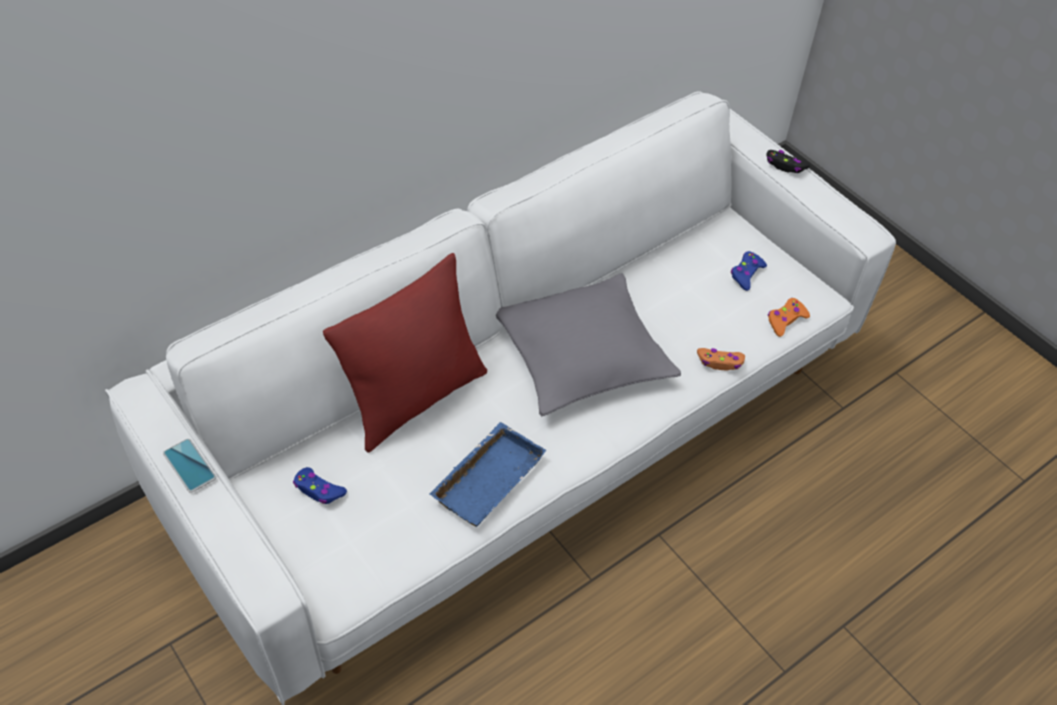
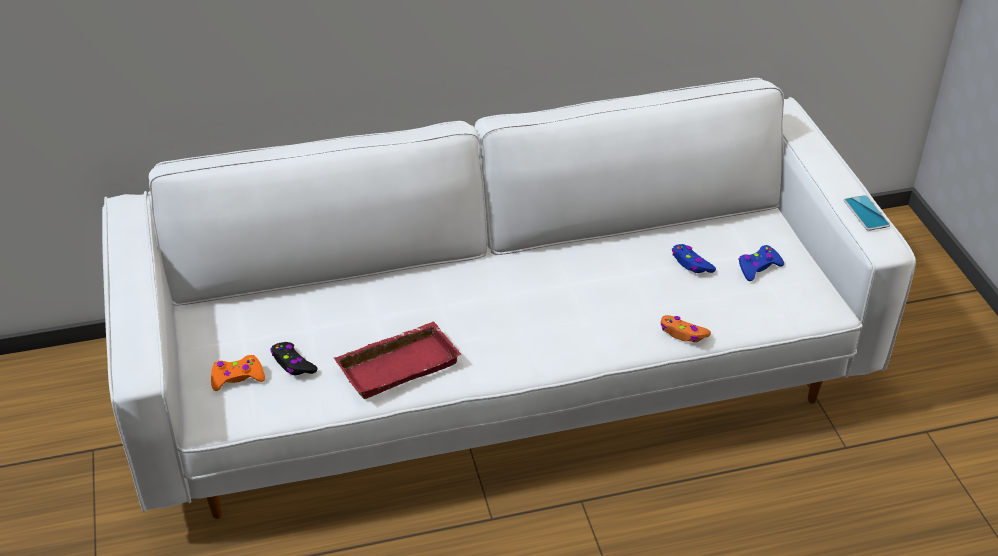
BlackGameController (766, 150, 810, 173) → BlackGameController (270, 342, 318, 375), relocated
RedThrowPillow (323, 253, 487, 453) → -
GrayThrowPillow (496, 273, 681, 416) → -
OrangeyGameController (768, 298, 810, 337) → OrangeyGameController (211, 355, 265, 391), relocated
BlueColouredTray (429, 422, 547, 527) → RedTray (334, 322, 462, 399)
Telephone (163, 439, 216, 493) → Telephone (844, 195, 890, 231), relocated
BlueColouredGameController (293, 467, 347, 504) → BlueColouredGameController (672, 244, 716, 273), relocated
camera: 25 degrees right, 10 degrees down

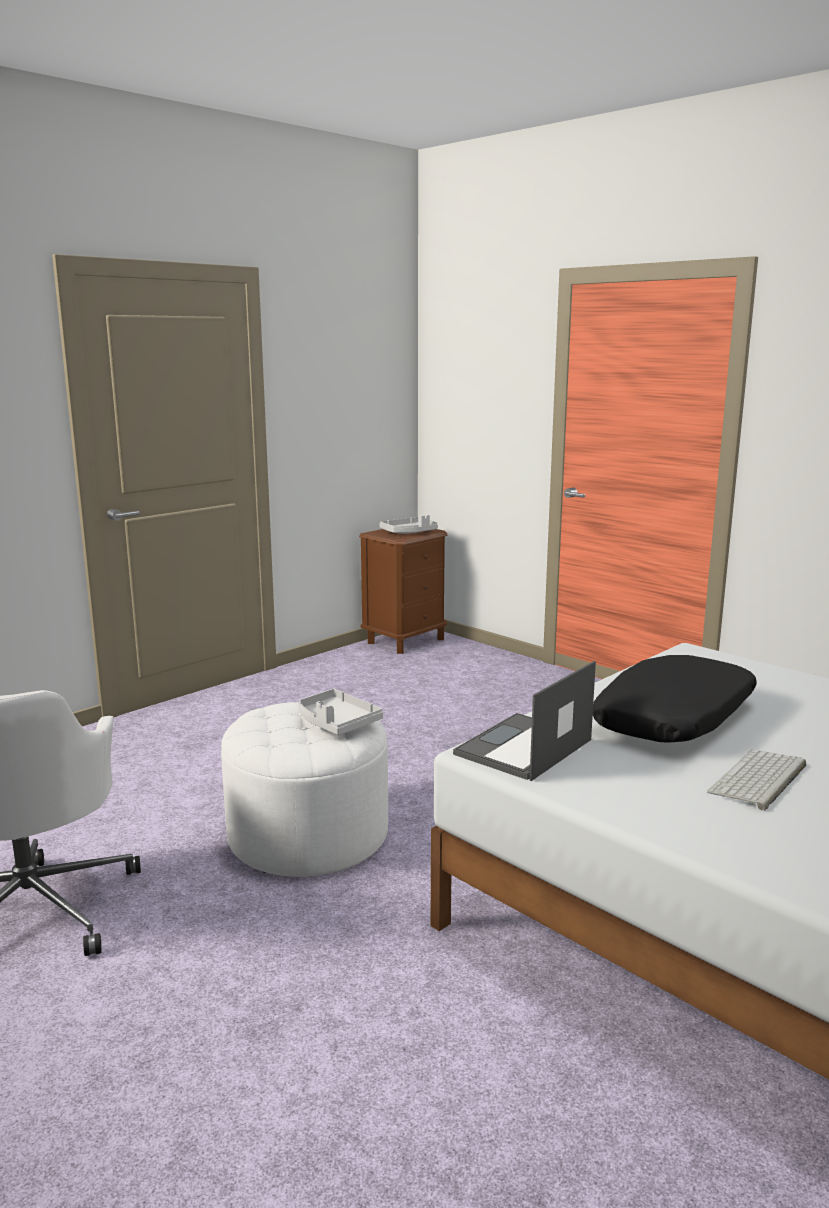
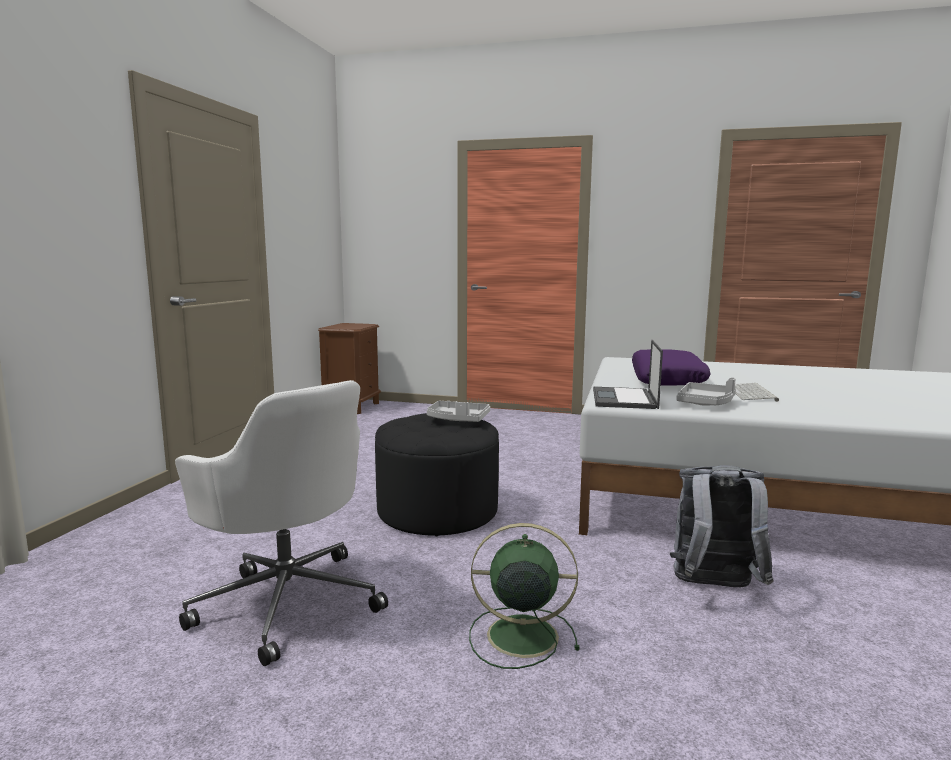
GrayTray (379, 515, 438, 534) → GrayTray (677, 378, 736, 406), relocated
BlackThrowPillow (593, 655, 757, 743) → PurplishThrowPillow (632, 349, 711, 386)
WhiteOttoman (221, 702, 388, 877) → BlackOttoman (375, 413, 499, 536)
- → GrayBackpack (670, 465, 774, 587)
- → GreenishFan (469, 523, 580, 669)
camera: 30 degrees left, 5 degrees down

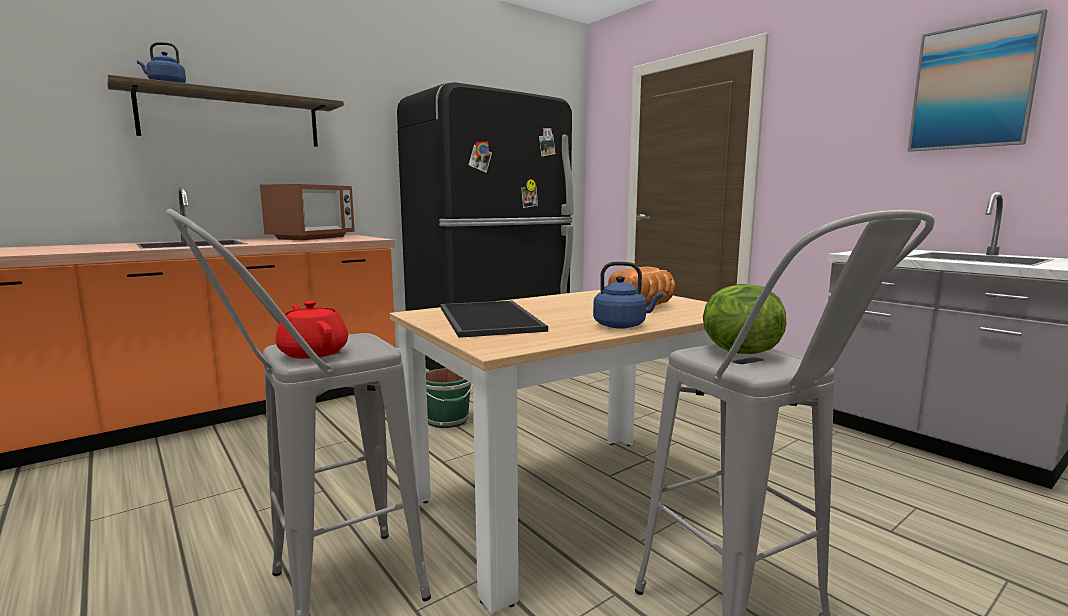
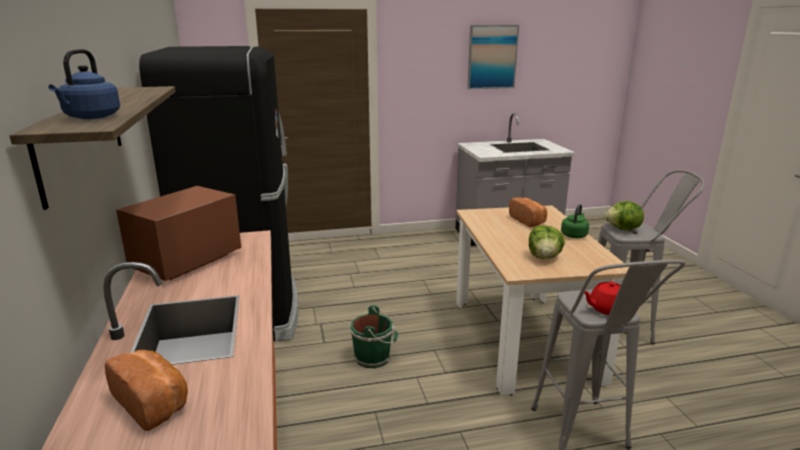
MicrowaveOven (260, 184, 355, 240) → MicrowaveOven (116, 186, 241, 281), 105 degrees counterclockwise
BlueColouredKettle (593, 262, 663, 329) → GreenishKettle (561, 204, 589, 238)
Tray (441, 300, 548, 338) → Lettuce (529, 225, 565, 259)
- → BakedBread (105, 350, 188, 431)
camera: 65 degrees left, 10 degrees up

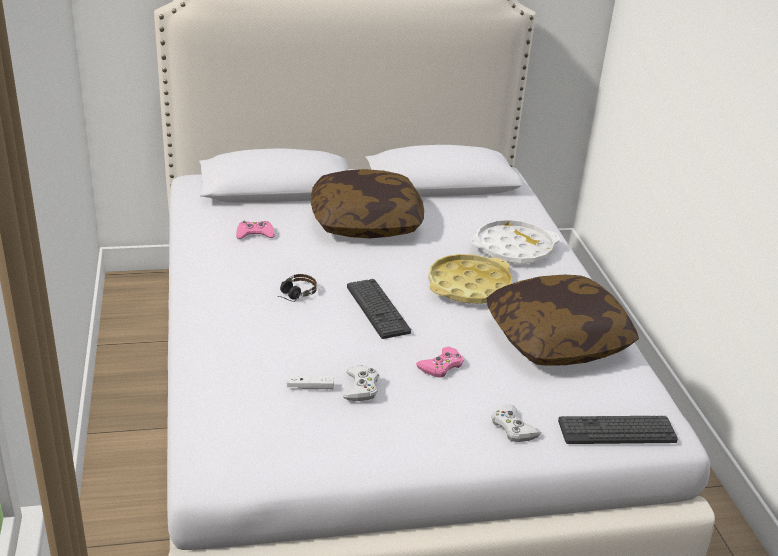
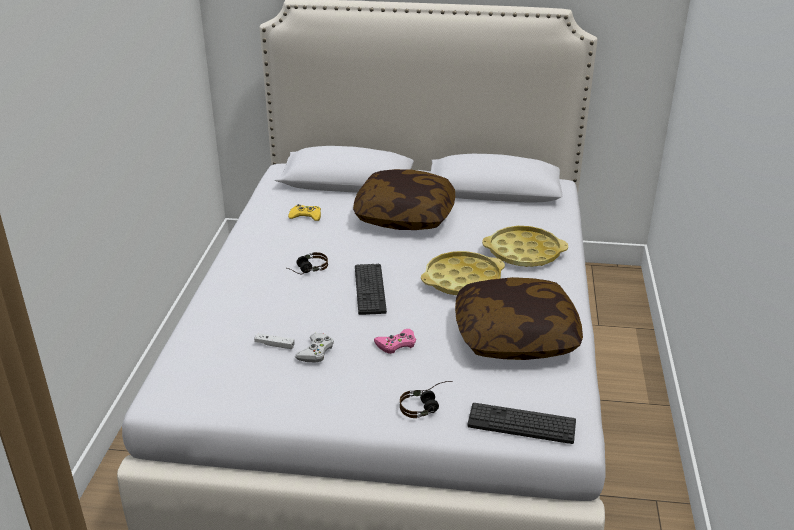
WhiteTray (470, 220, 560, 264) → YellowColouredTray (482, 226, 568, 267)
PinkGameController (236, 221, 275, 239) → YellowColouredGameController (288, 204, 321, 221)
WhiteGameController (491, 404, 541, 442) → PairOfHeadphones (400, 381, 453, 418)
camera: 20 degrees right, 0 degrees up

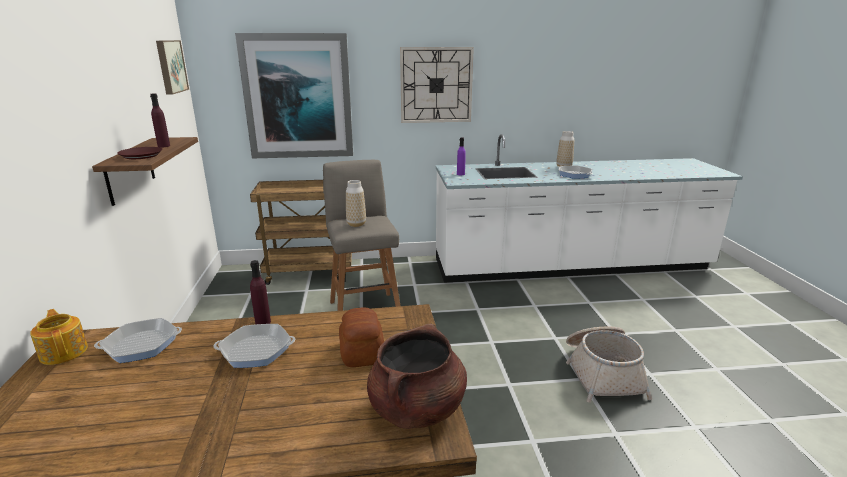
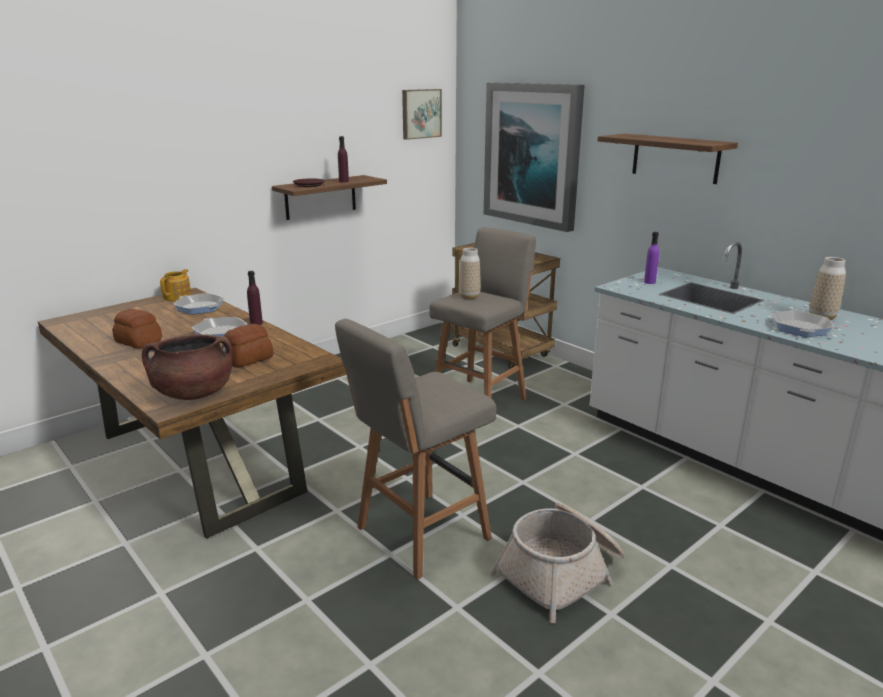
ClockOnTheWall (400, 47, 474, 123) → Shelf (598, 134, 738, 184)
- → BakedBread (112, 309, 162, 349)
- → GrayStoolSeat (335, 319, 496, 580)
camera: 55 degrees right, 0 degrees up

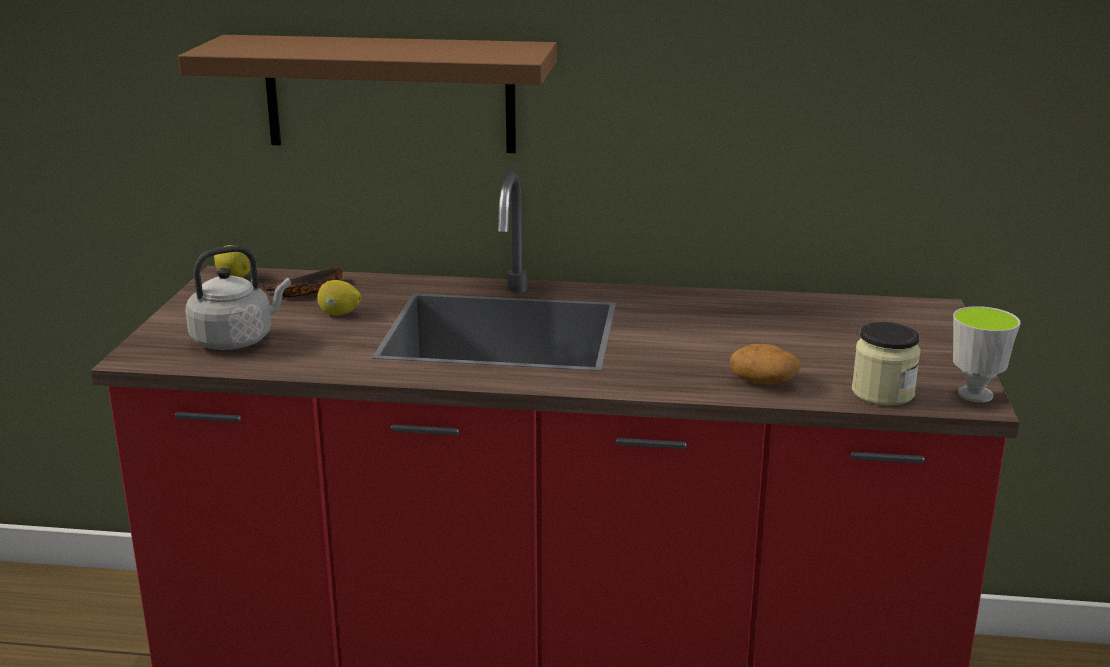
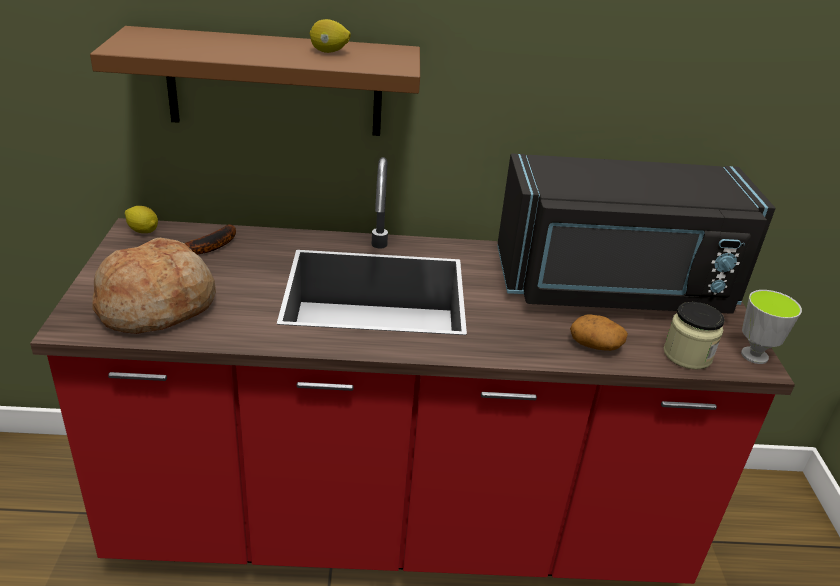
GrayKettle (185, 245, 291, 350) → BakedBread (92, 238, 216, 334)
CitrusFruit (317, 280, 361, 316) → CitrusFruit (310, 19, 351, 53), relocated
- → BlackMicrowaveOven (497, 154, 775, 314)
camera: 10 degrees left, 10 degrees up

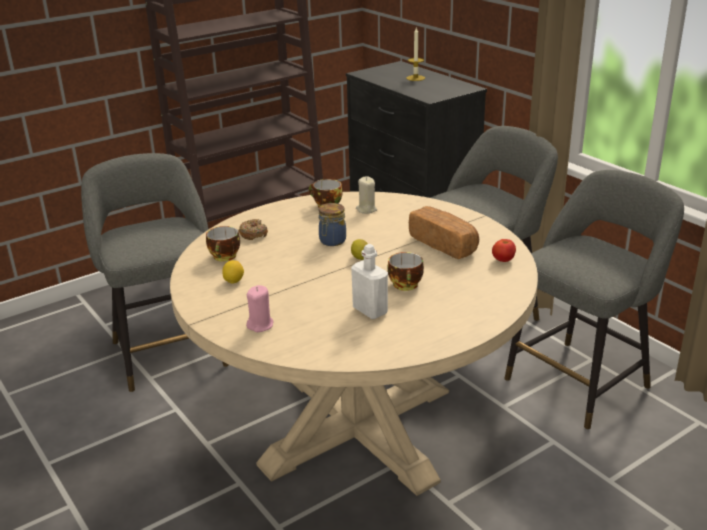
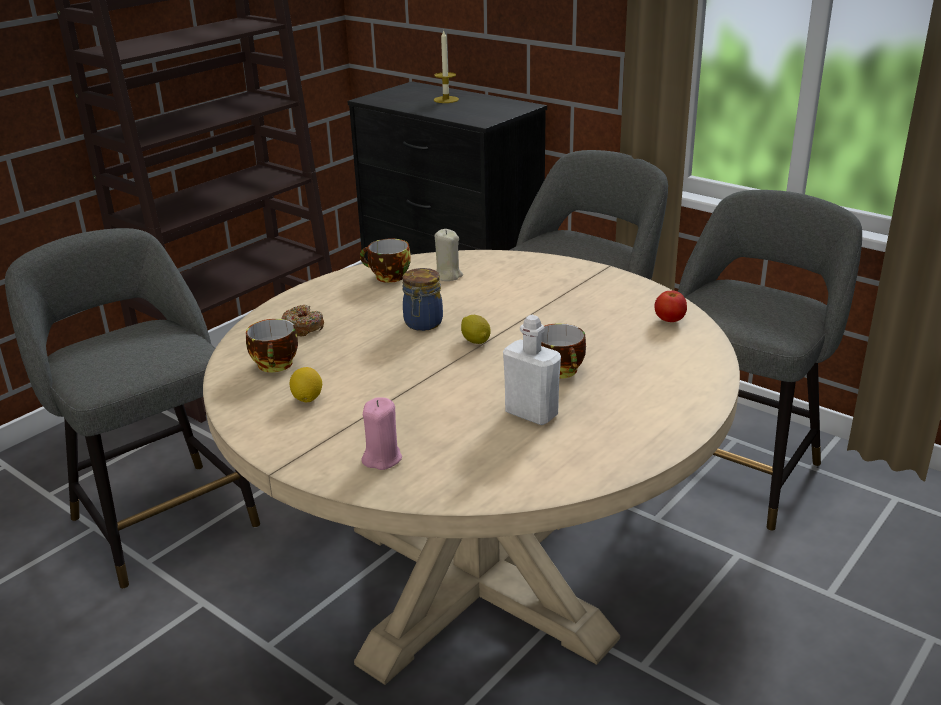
BakedBread (409, 206, 479, 259) → -
camera: 15 degrees left, 0 degrees up

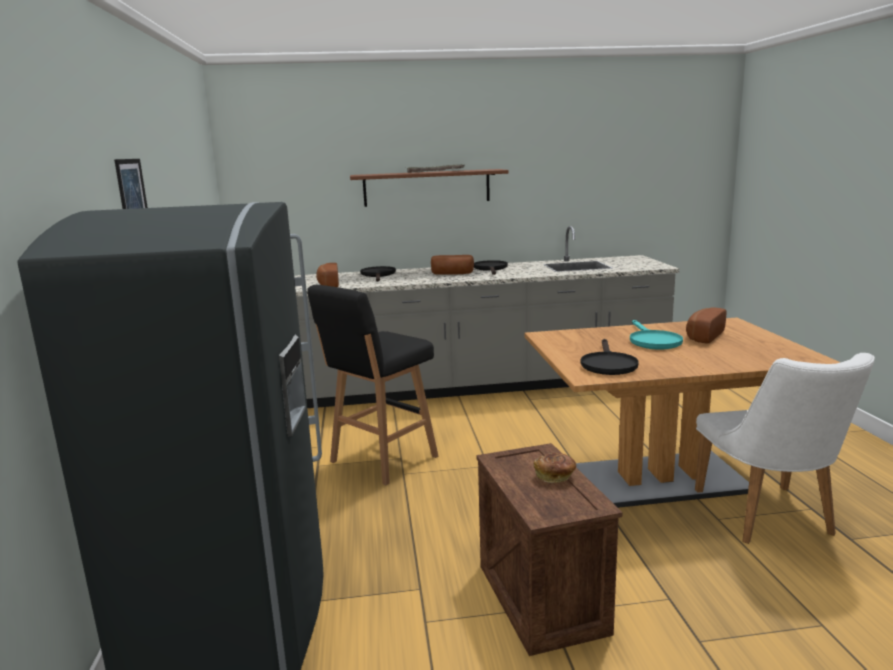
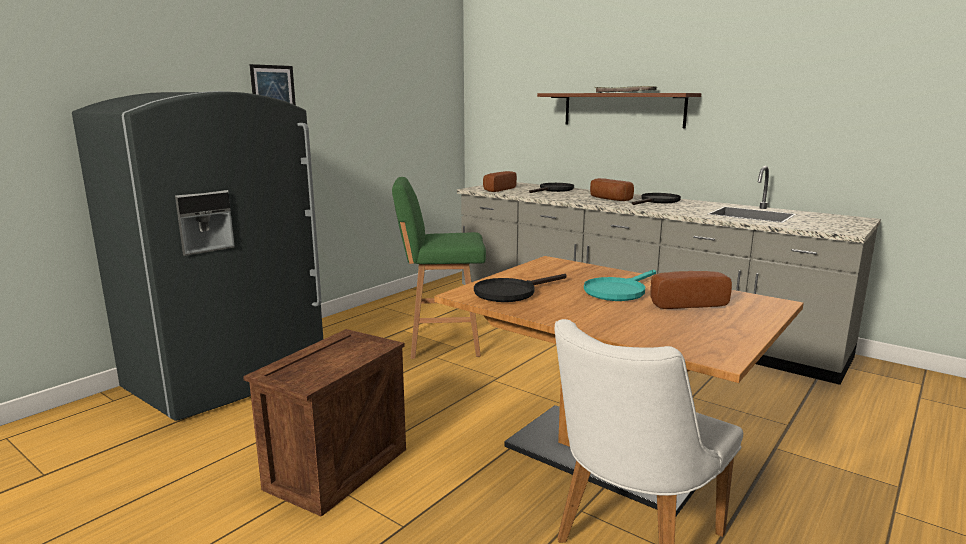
BlackStoolSeat (307, 285, 438, 485) → GreenishStoolSeat (392, 177, 486, 359)
BakedBread (534, 453, 576, 483) → -
camera: 45 degrees right, 0 degrees up

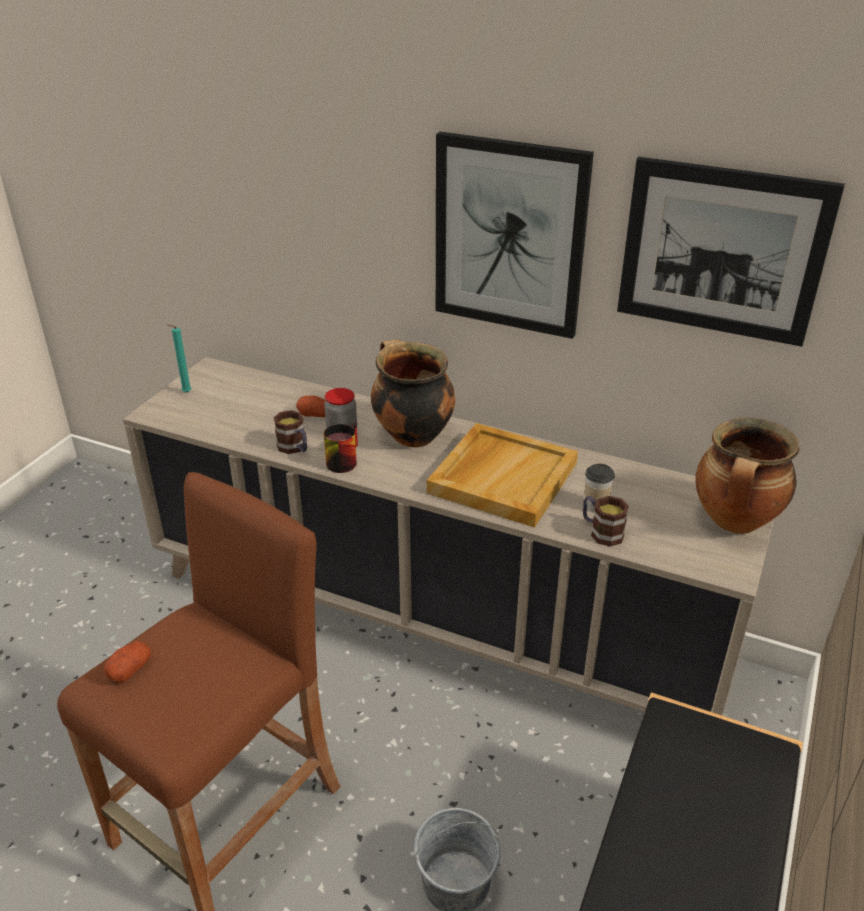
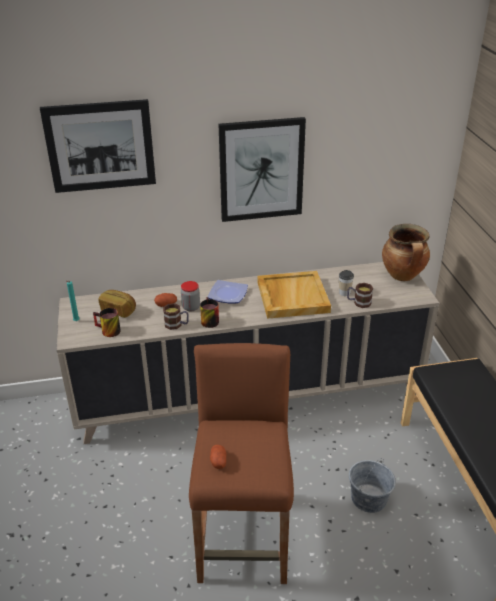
WallArt (617, 157, 845, 347) → WallArt (40, 99, 156, 193), relocated
Saucepot (371, 339, 455, 448) → FlatDish (208, 280, 248, 303)
- → BakedBread (98, 290, 136, 318)
- → TeaMug (93, 308, 121, 337)
camera: 35 degrees left, 0 degrees up

